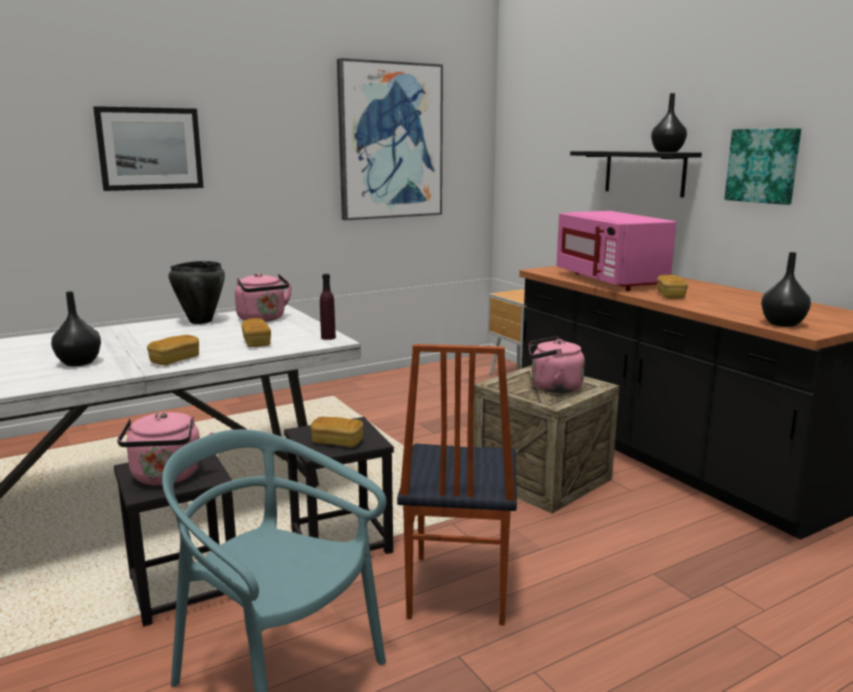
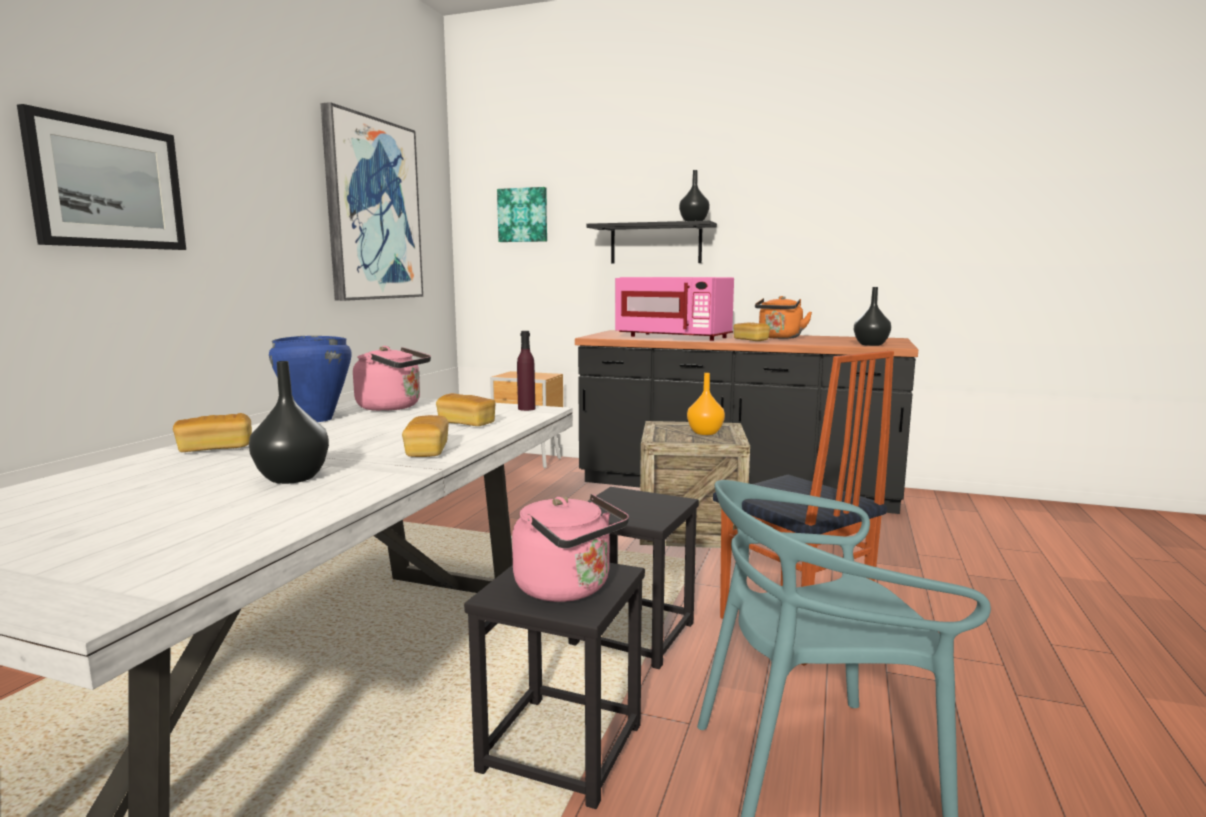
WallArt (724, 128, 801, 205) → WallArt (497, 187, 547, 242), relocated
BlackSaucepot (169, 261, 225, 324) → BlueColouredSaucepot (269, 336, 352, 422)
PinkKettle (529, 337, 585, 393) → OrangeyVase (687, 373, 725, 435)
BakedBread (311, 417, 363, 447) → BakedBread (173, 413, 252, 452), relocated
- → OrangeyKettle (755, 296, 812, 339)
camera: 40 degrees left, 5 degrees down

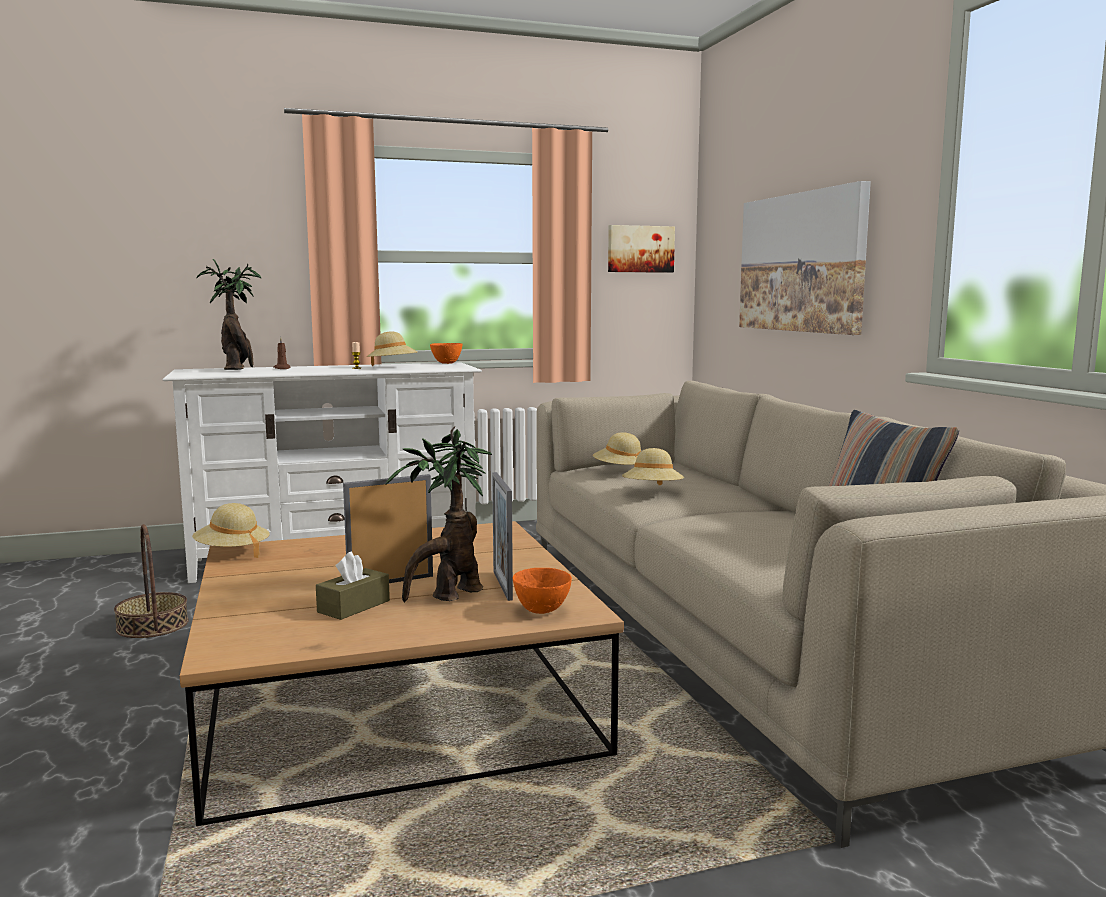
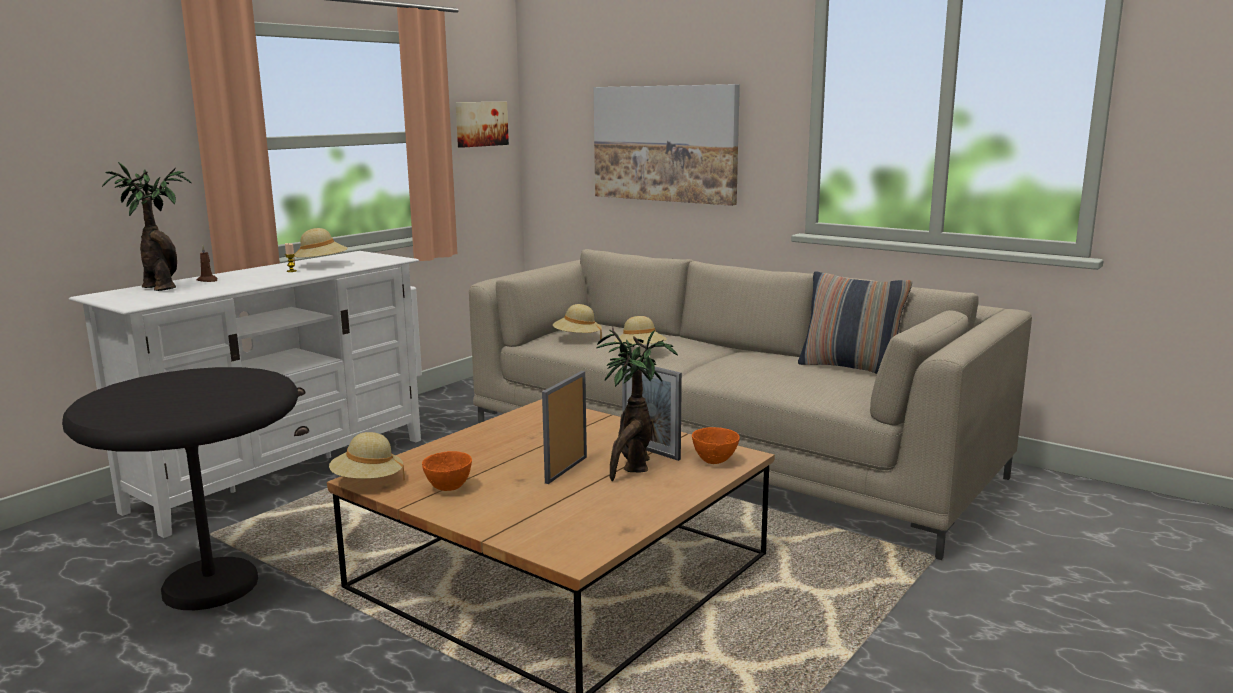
OrangeyBowl (430, 343, 463, 364) → OrangeyBowl (422, 451, 472, 491), relocated
Basket (114, 524, 188, 638) → BlackEndTable (62, 367, 298, 610)
BrownColouredBoxOfTissues (316, 552, 390, 620) → -
camera: 35 degrees left, 5 degrees up

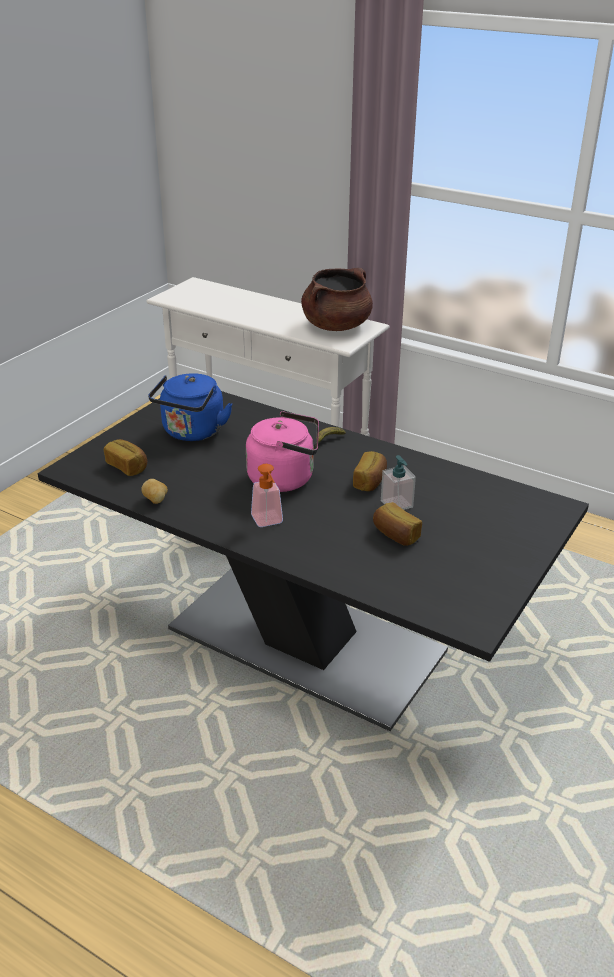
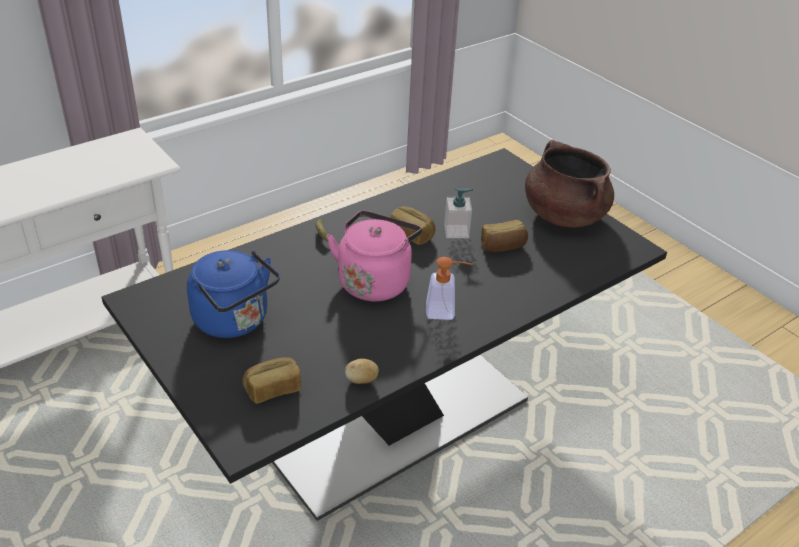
BrownColouredSaucepot (301, 268, 373, 331) → BrownColouredSaucepot (525, 140, 614, 227), relocated
camera: 70 degrees left, 5 degrees up

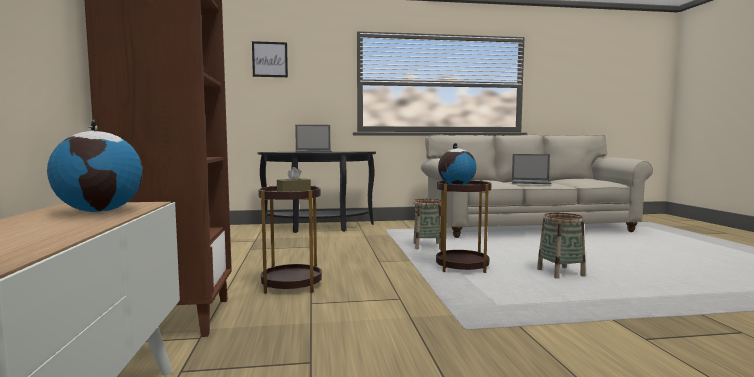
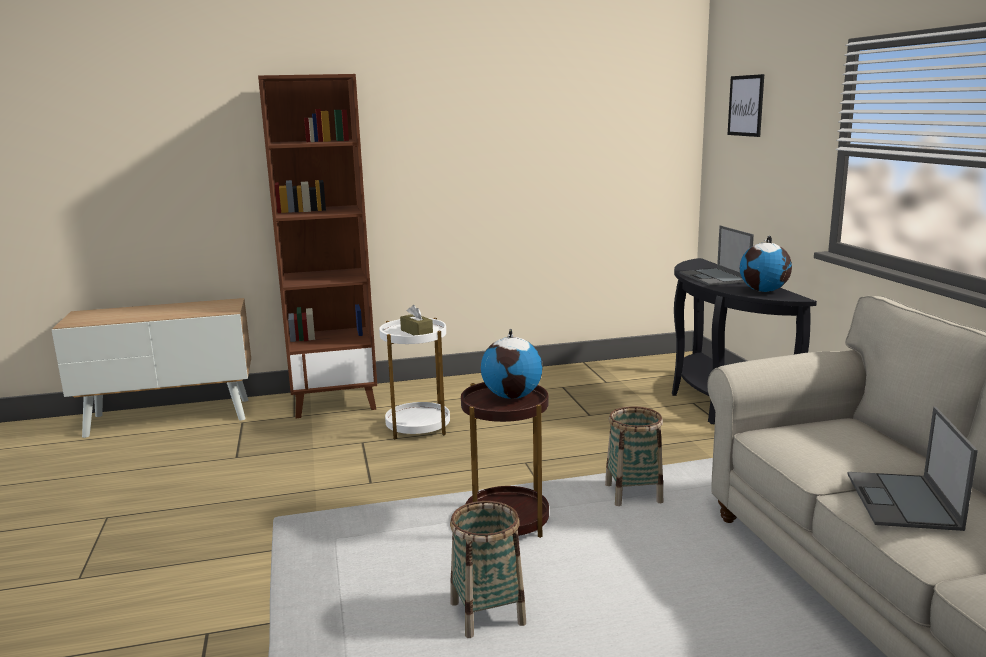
WorldGlobe (47, 119, 143, 212) → WorldGlobe (740, 235, 792, 292), relocated
BrownColouredEndTable (258, 185, 322, 294) → WhiteEndTable (379, 318, 450, 440)
camera: 85 degrees right, 10 degrees up

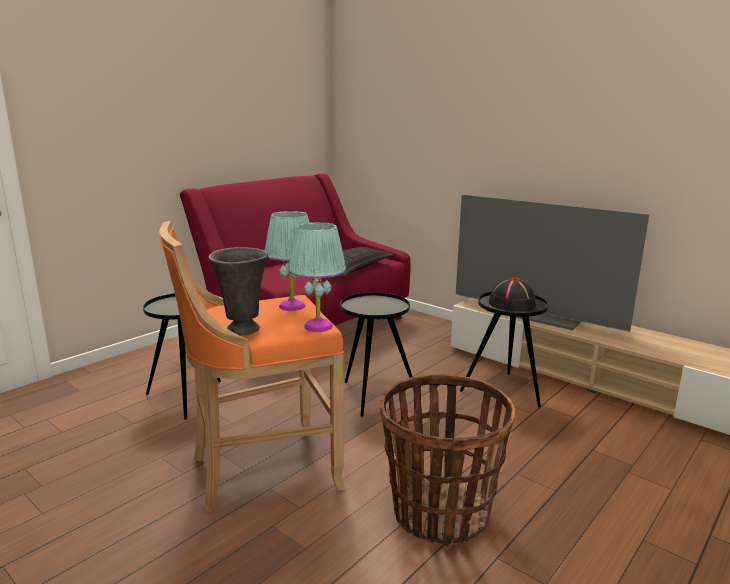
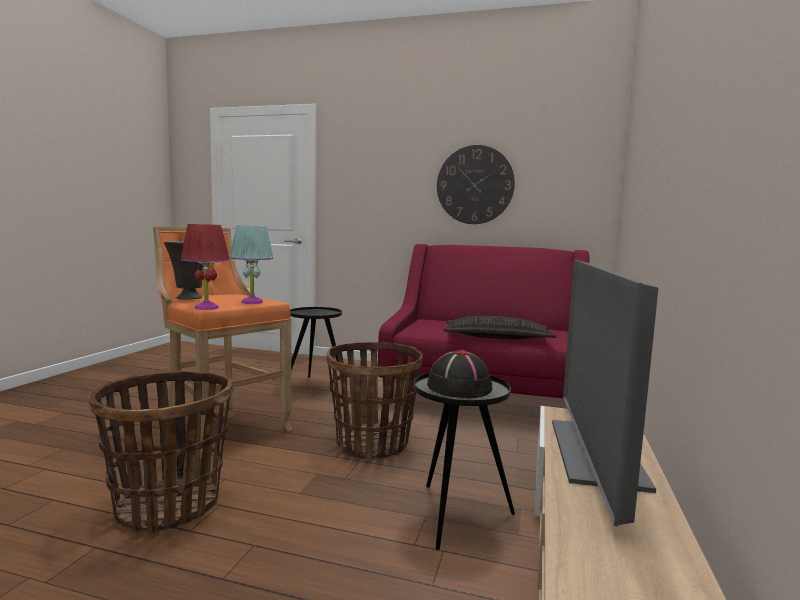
TurquoiseTabletopLamp (289, 222, 346, 332) → RedTabletopLamp (181, 224, 229, 310)
BlackEndTable (340, 292, 413, 417) → Basket (326, 342, 423, 461)
- → ClockOnTheWall (437, 145, 515, 224)
camera: 65 degrees right, 10 degrees down

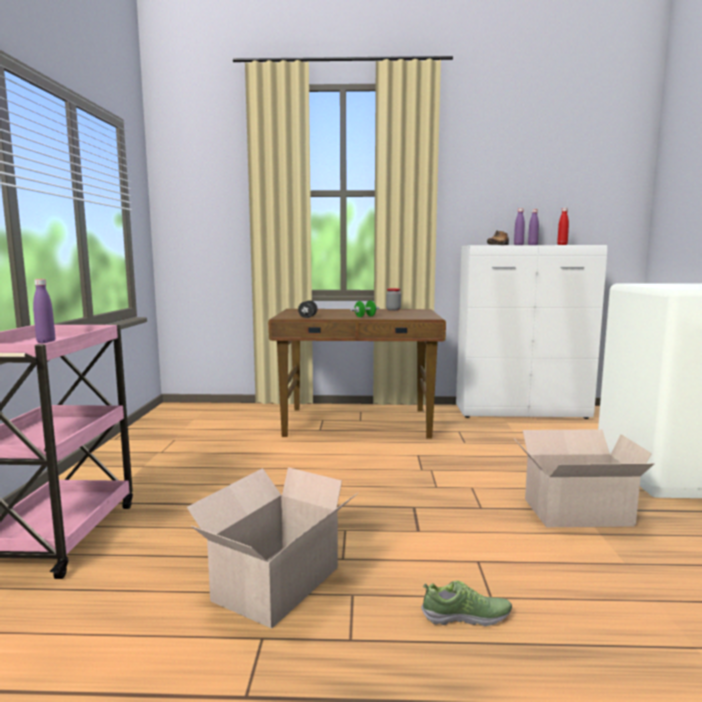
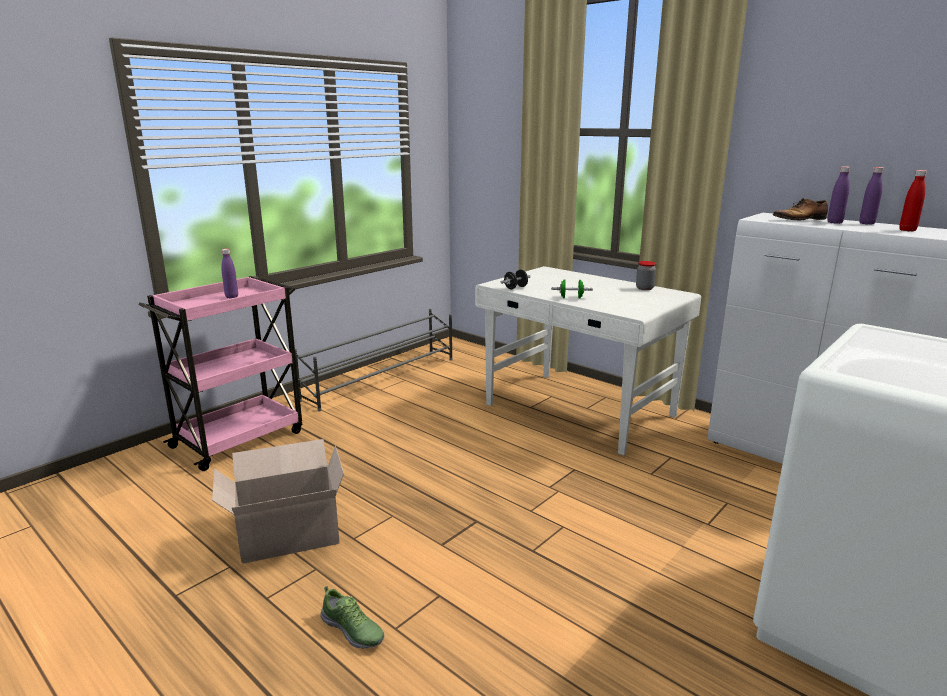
BrownColouredDeskUnit (268, 309, 446, 439) → WhiteDeskUnit (475, 266, 701, 455)
Carton (515, 429, 655, 527) → -
- → GrayShoeRack (295, 309, 453, 412)
camera: 40 degrees right, 10 degrees up

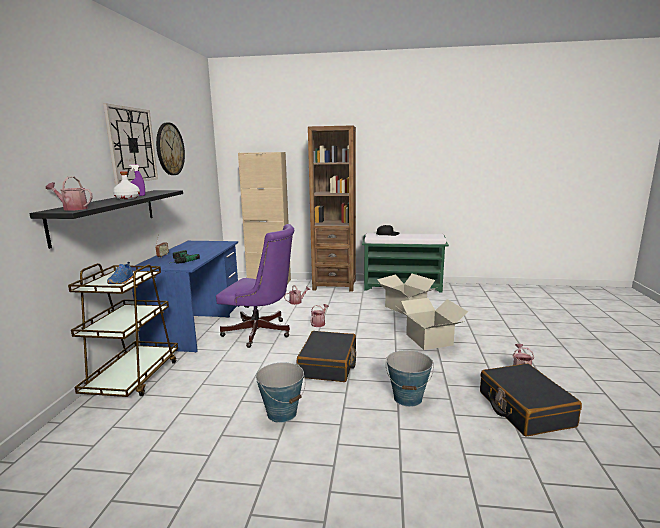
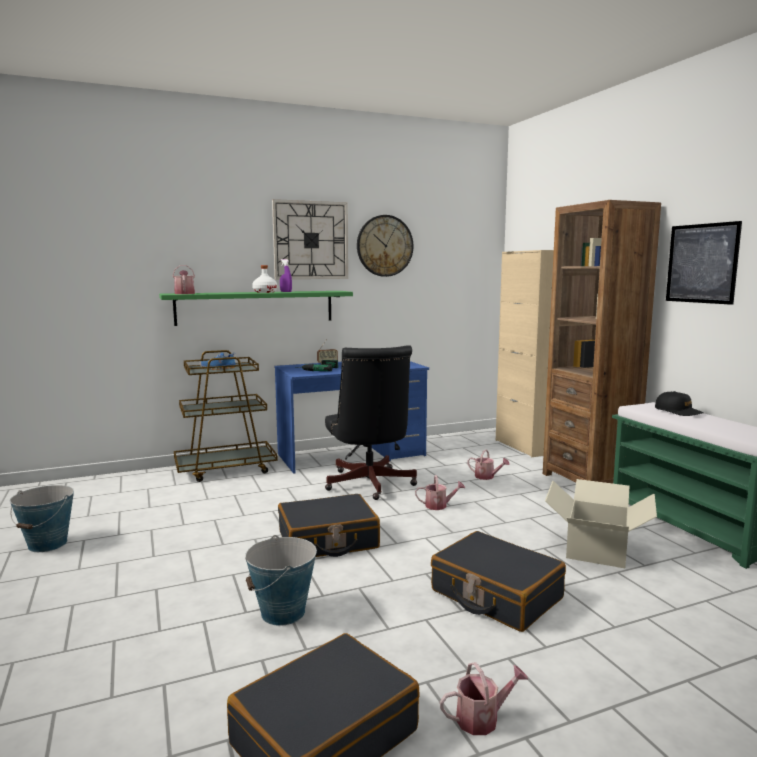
BlackShelf (29, 190, 183, 249) → GreenishShelf (159, 291, 353, 326)
PurplishDeskChair (216, 224, 294, 348) → BlackDeskChair (325, 345, 417, 500)
Carton (396, 298, 468, 350) → BlackPieceOfLuggage (431, 531, 566, 632)
Pail (256, 362, 305, 423) → Pail (10, 485, 74, 552), relocated
- → WallArt (666, 221, 742, 305)
camera: 60 degrees right, 5 degrees down

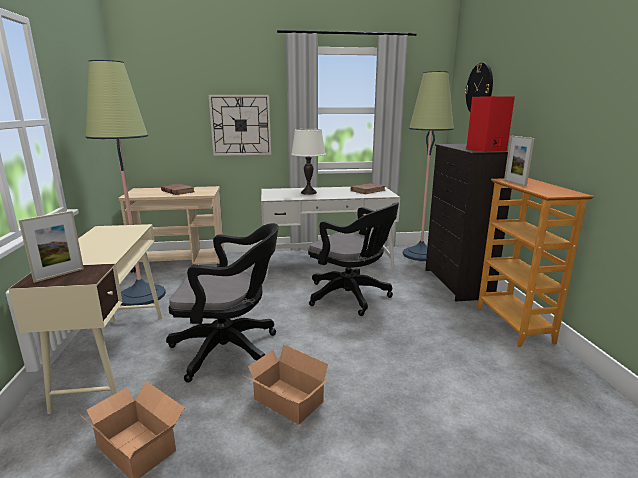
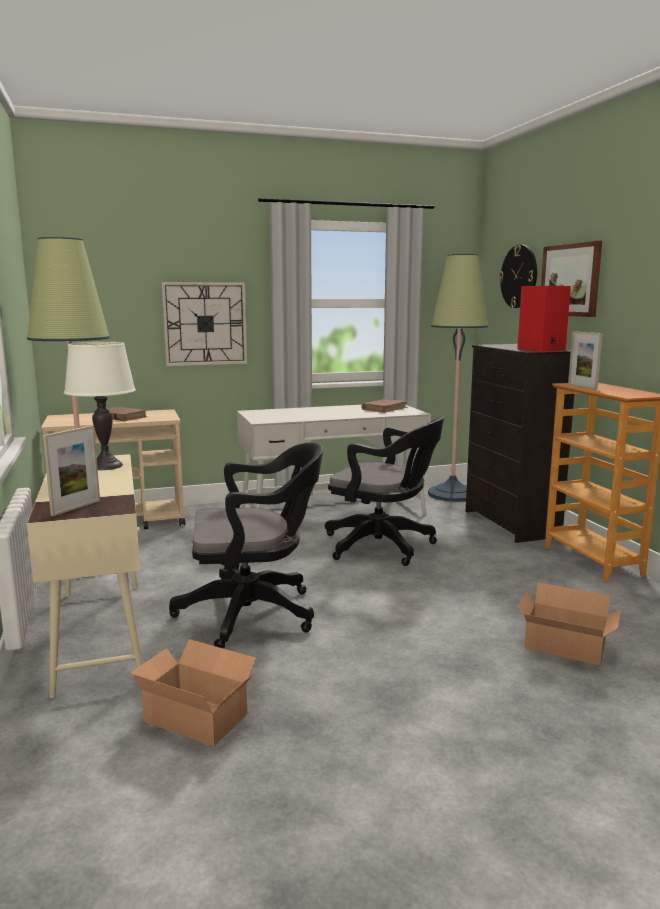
WhiteTabletopLamp (291, 129, 326, 195) → WhiteTabletopLamp (64, 342, 136, 470), relocated
Carton (243, 344, 330, 425) → Carton (518, 582, 621, 665), relocated
- → WallArt (541, 241, 602, 317)
camera: 10 degrees left, 5 degrees down

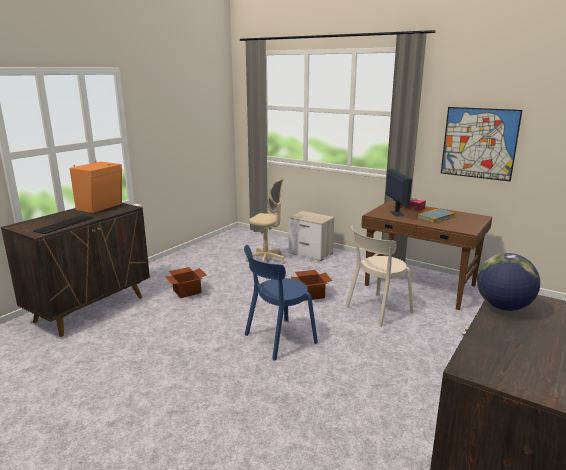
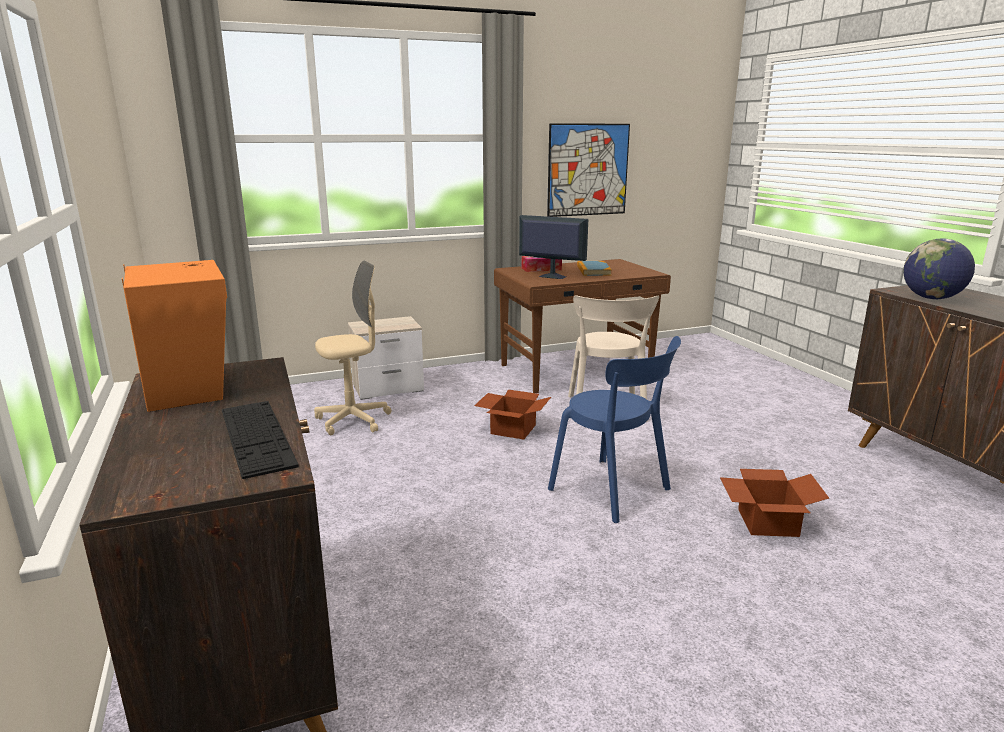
BlueColouredChair (244, 245, 318, 361) → BlueColouredChair (548, 336, 681, 523), 45 degrees counterclockwise
Carton (165, 267, 207, 298) → Carton (720, 469, 829, 537), relocated
camera: 55 degrees left, 0 degrees up

